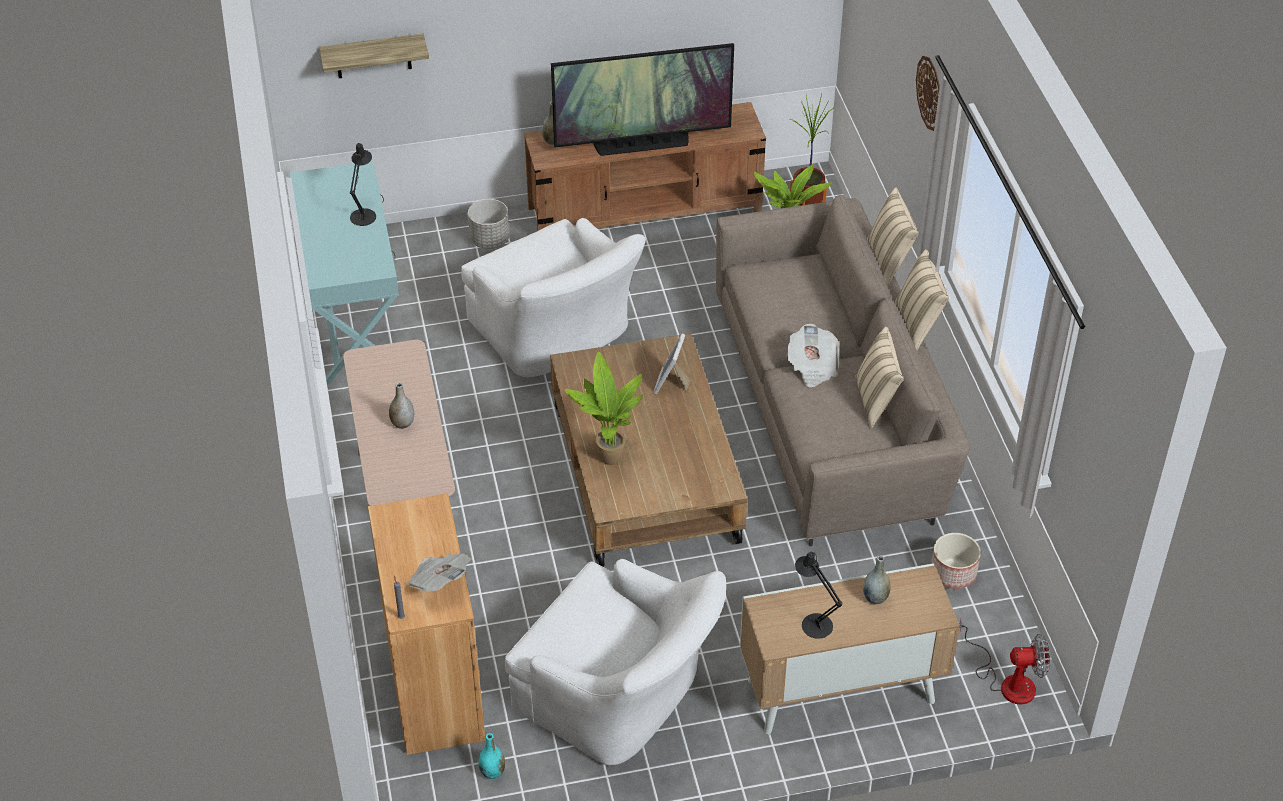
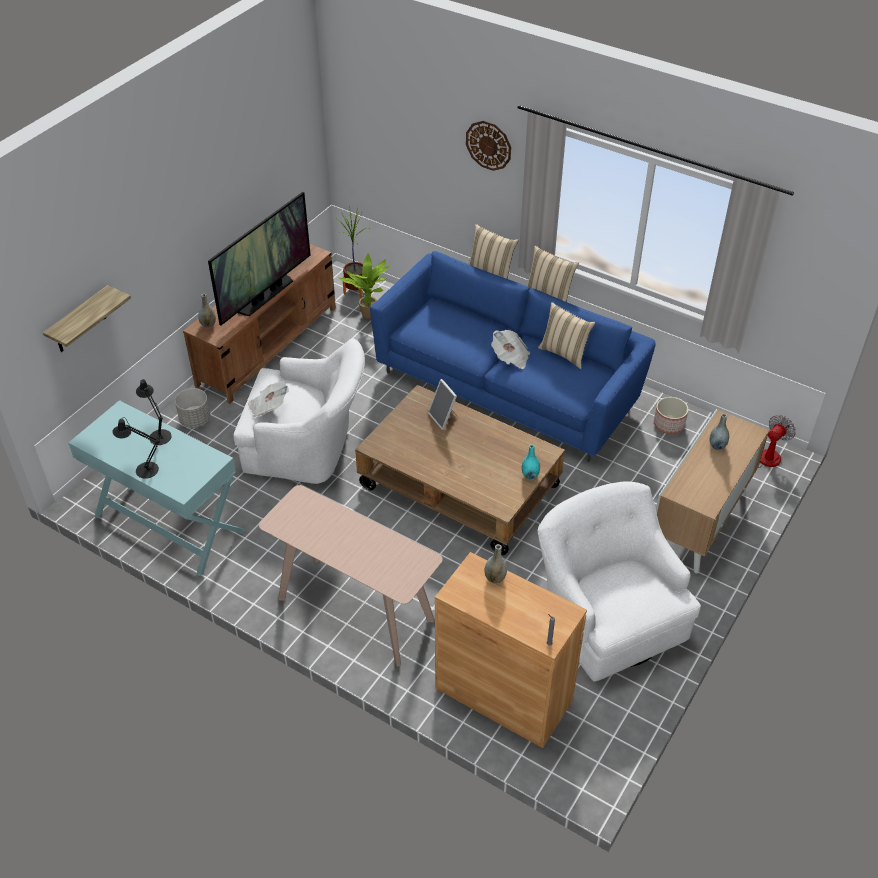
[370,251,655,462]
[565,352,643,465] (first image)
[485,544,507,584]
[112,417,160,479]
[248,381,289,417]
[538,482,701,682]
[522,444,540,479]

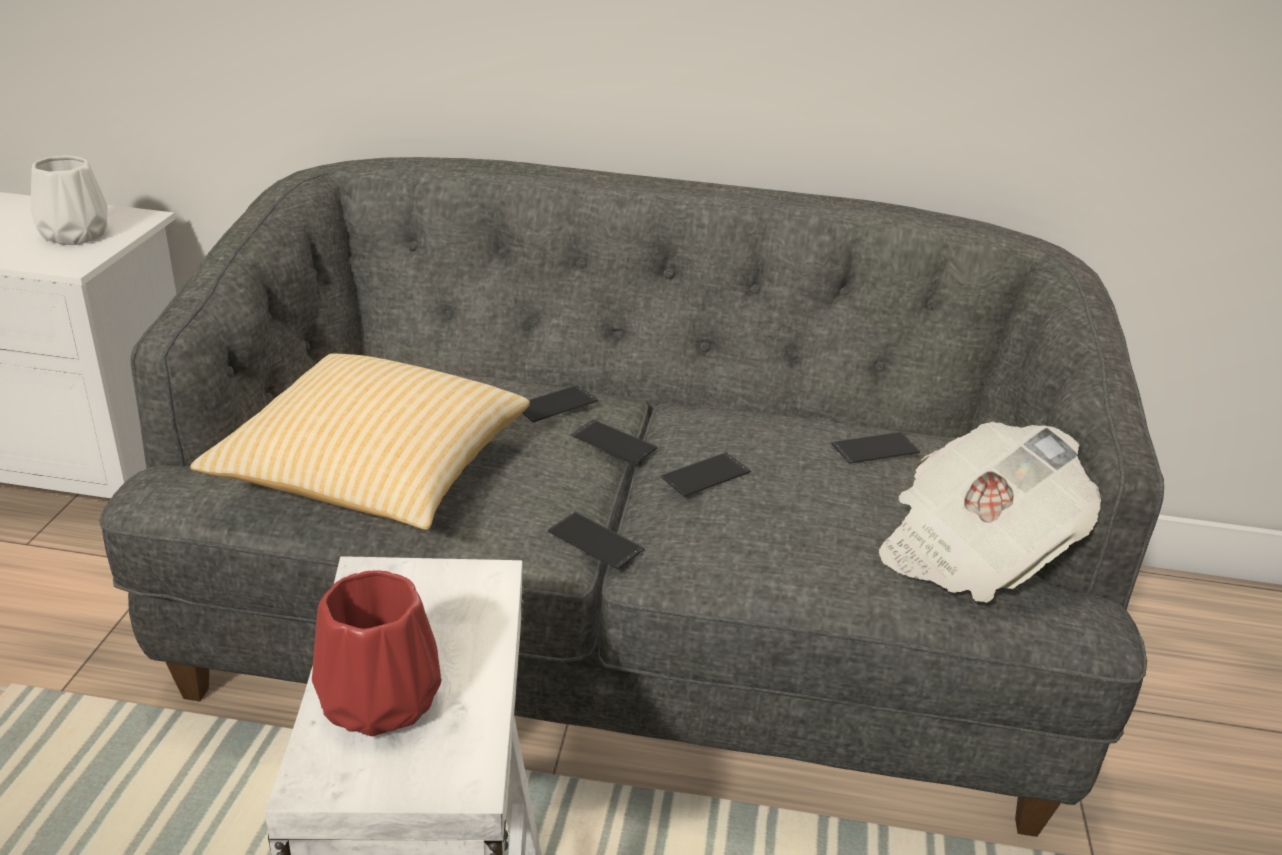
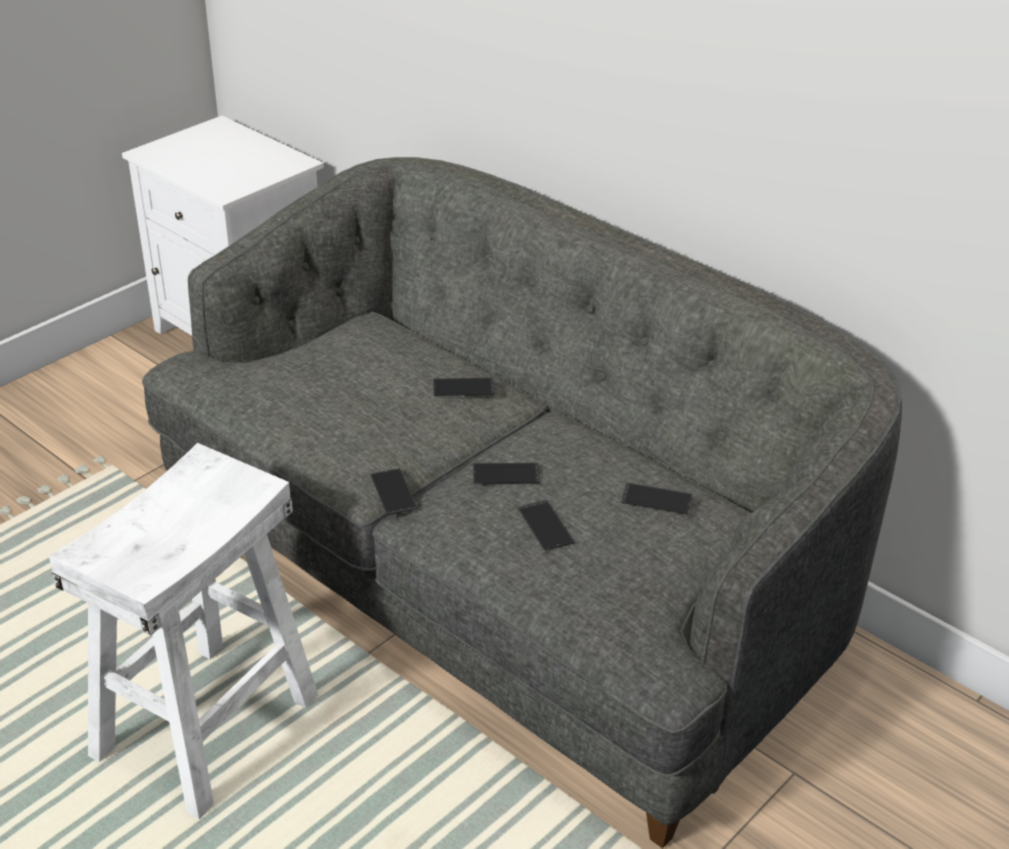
[31,156,108,245] (first image)
[190,353,530,530] (first image)
[518,500,575,551]
[879,422,1101,603] (first image)
[312,570,441,736] (first image)

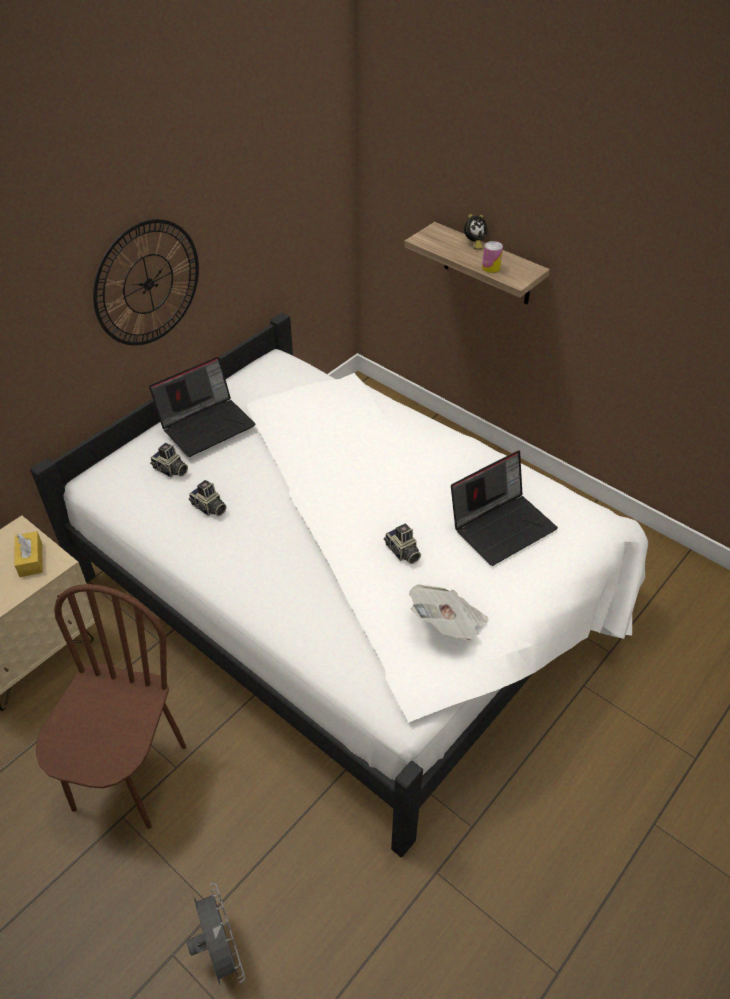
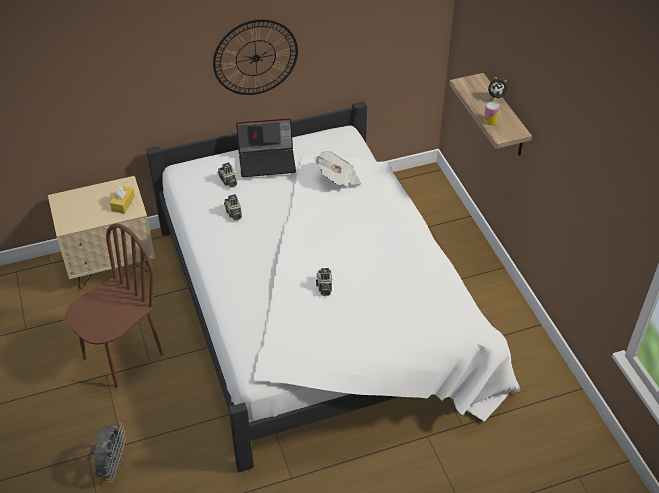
[451,451,558,566] (first image)
[314,151,361,186]

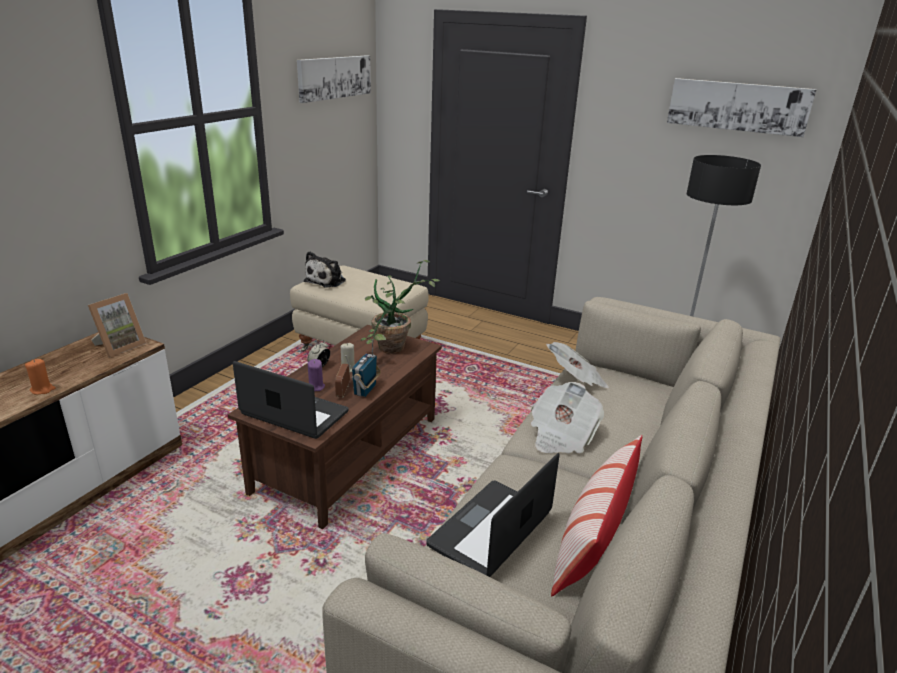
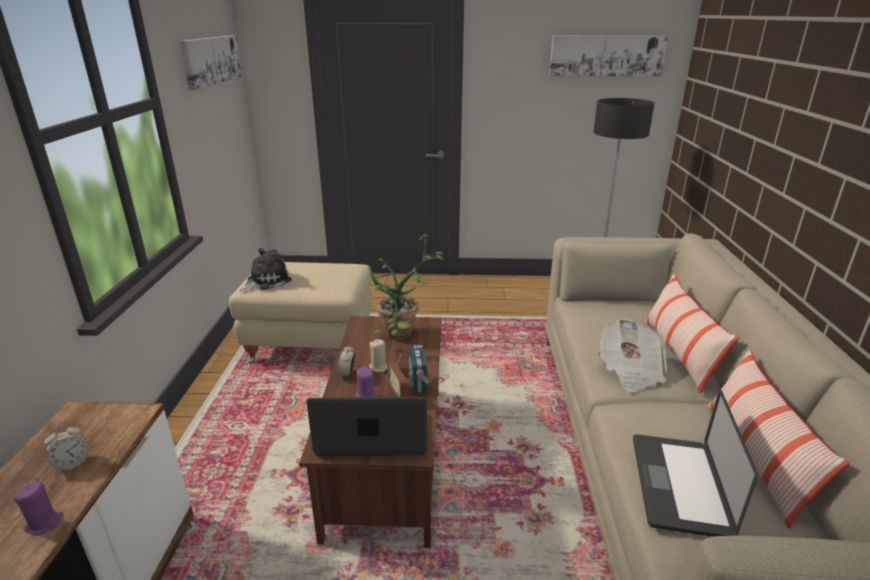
[240,248,292,292]
[88,293,146,357] (first image)
[546,342,610,388] (first image)
[14,482,63,535]
[645,274,739,393]
[44,424,88,472]

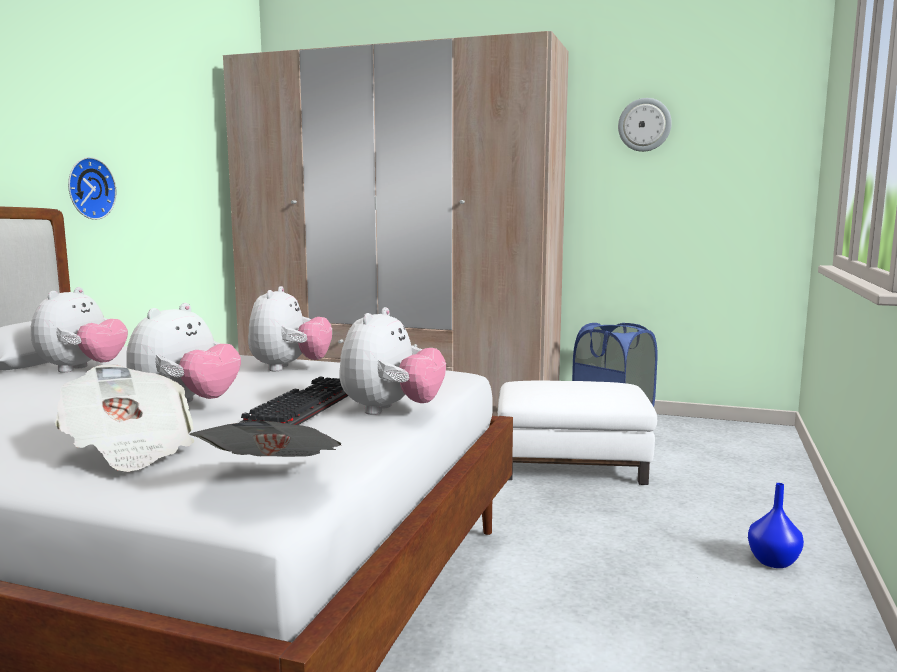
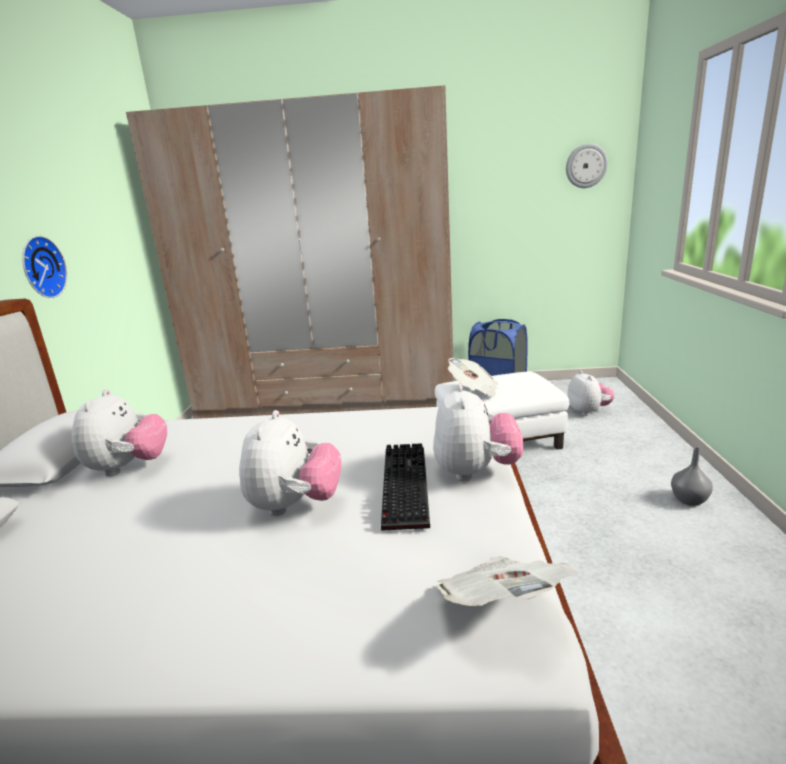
[566,143,608,188]
[567,370,614,416]
[448,358,498,396]
[671,447,713,506]

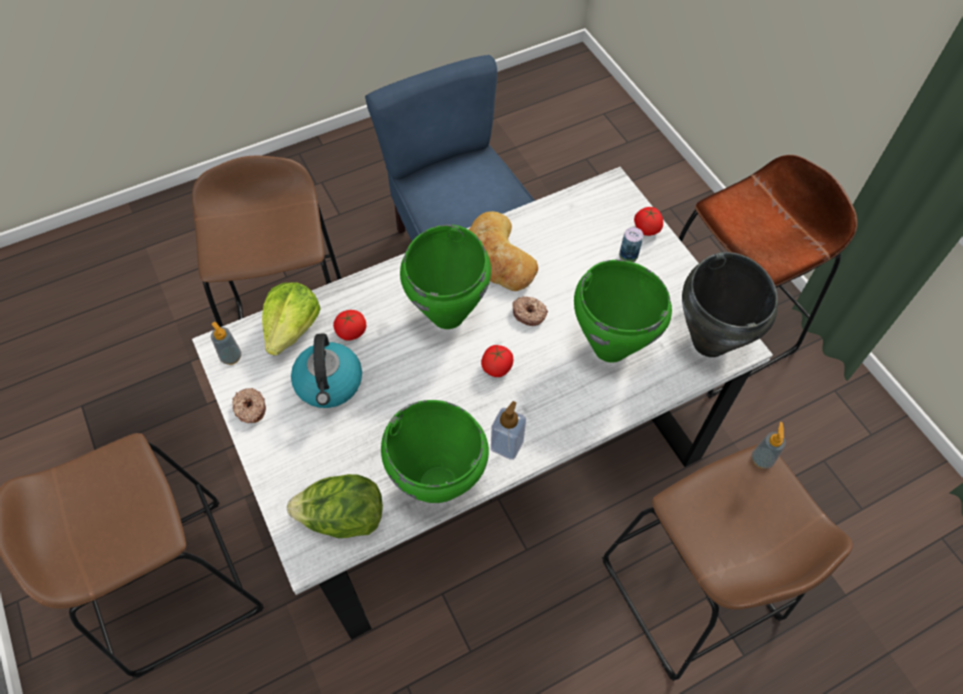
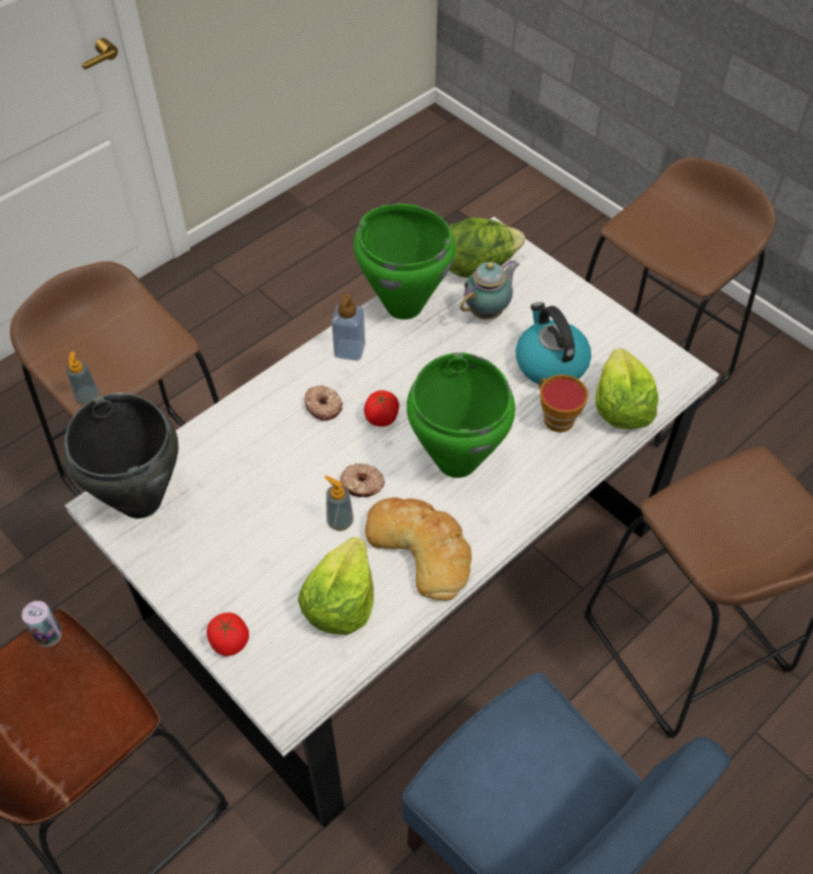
[22,601,62,647]
[574,260,672,363] (first image)
[539,374,588,432]
[324,475,354,531]
[305,385,343,421]
[460,259,519,320]
[298,537,374,635]

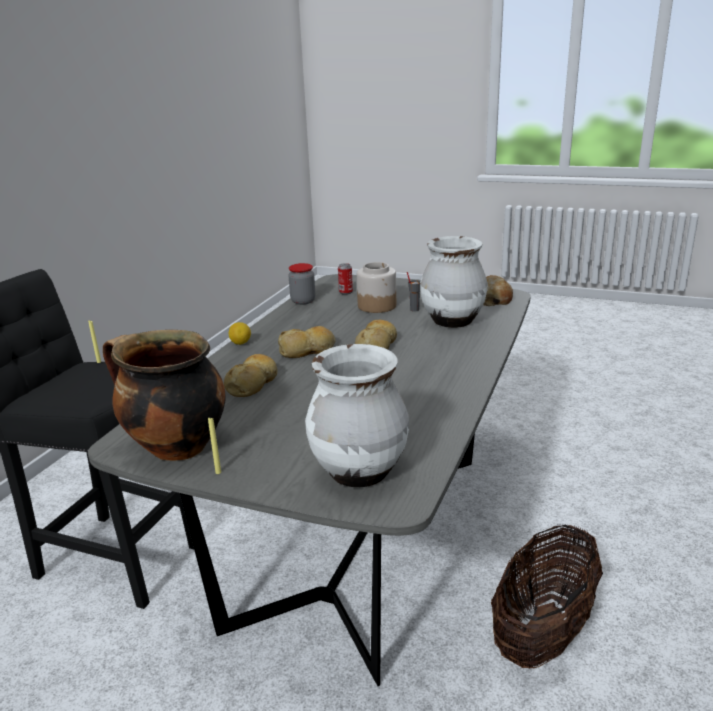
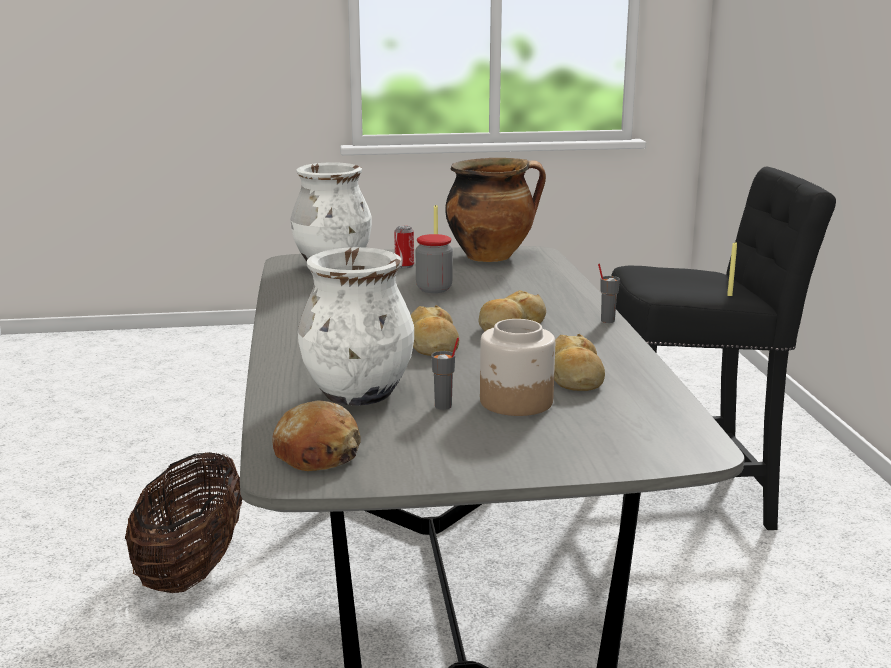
[416,234,453,293]
[394,226,414,268]
[598,264,620,323]
[554,334,605,391]

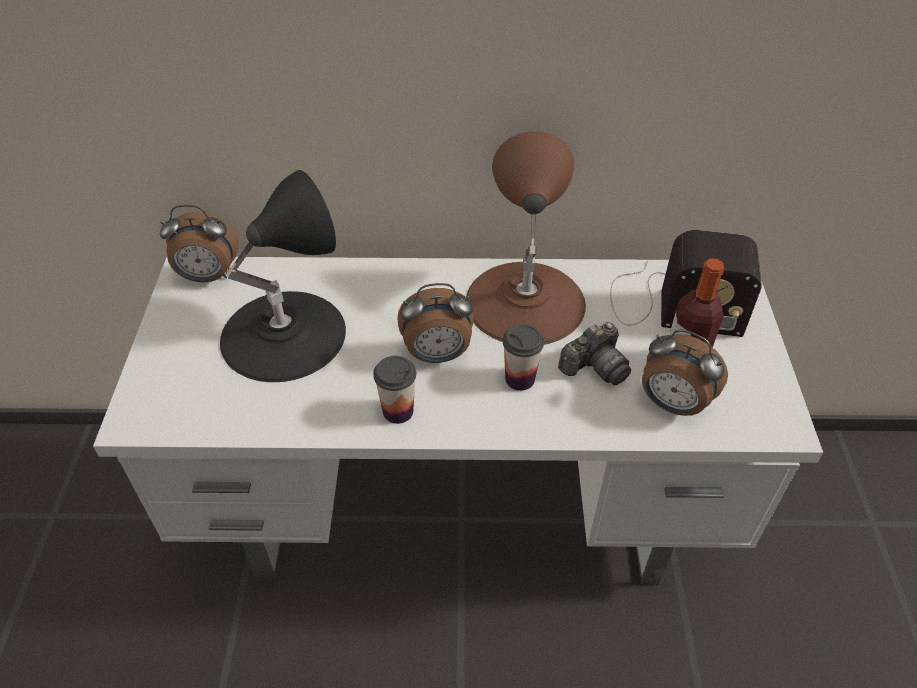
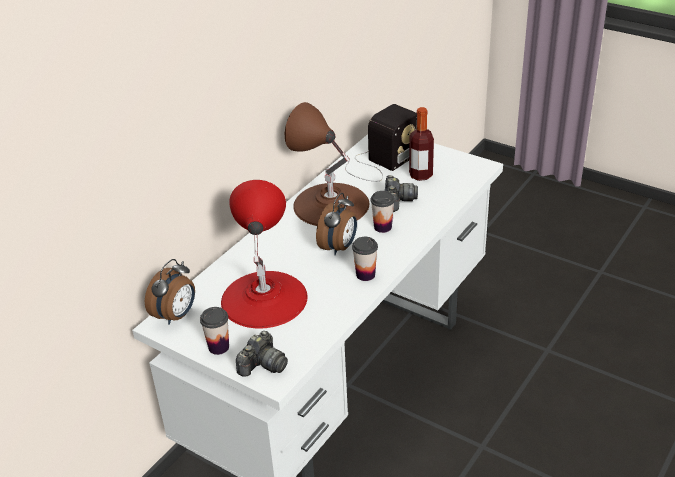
[221,180,308,329]
[642,330,728,416] (first image)
[200,307,229,355]
[236,331,288,377]

